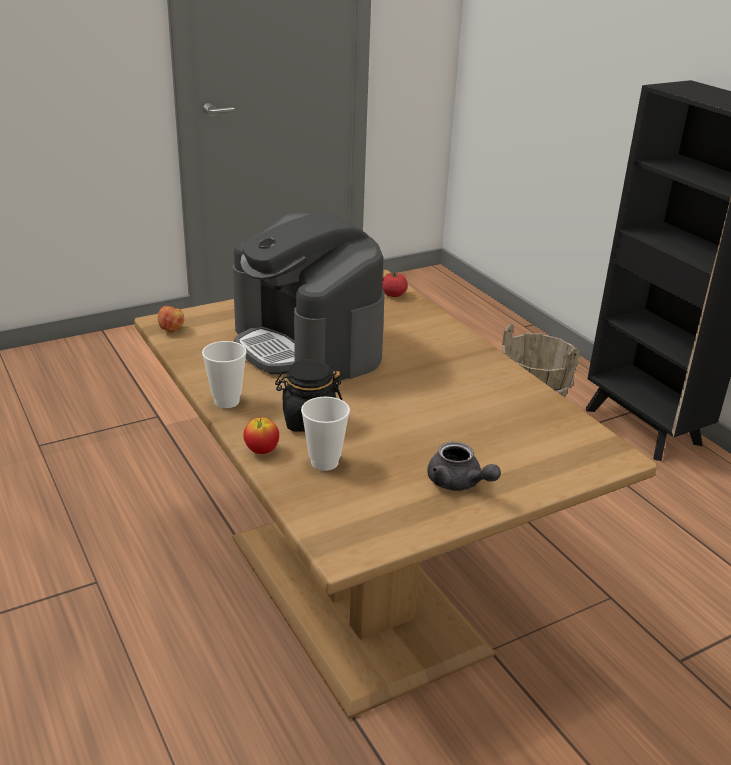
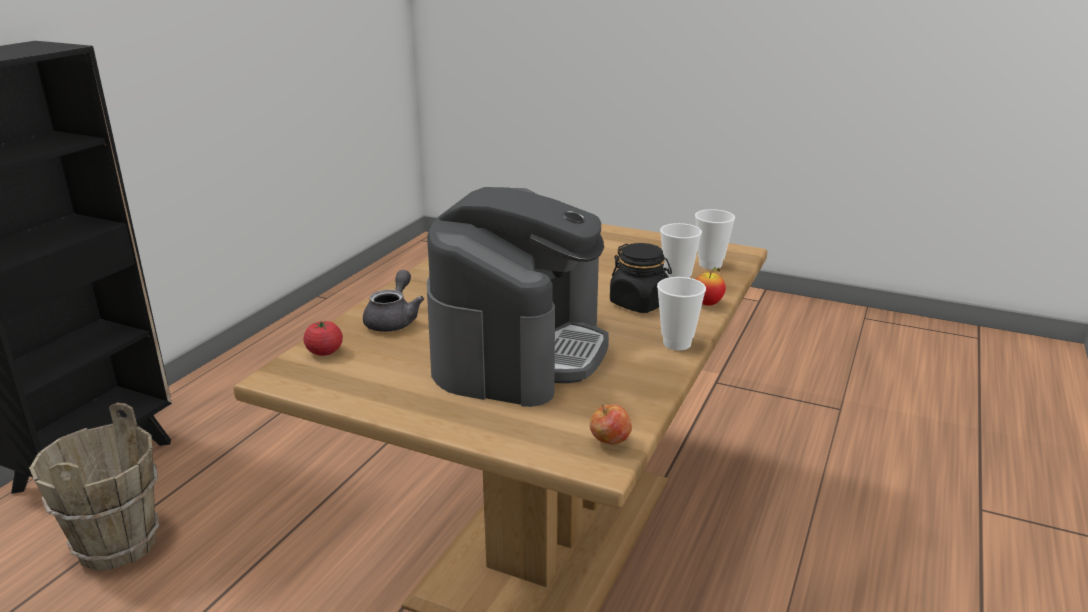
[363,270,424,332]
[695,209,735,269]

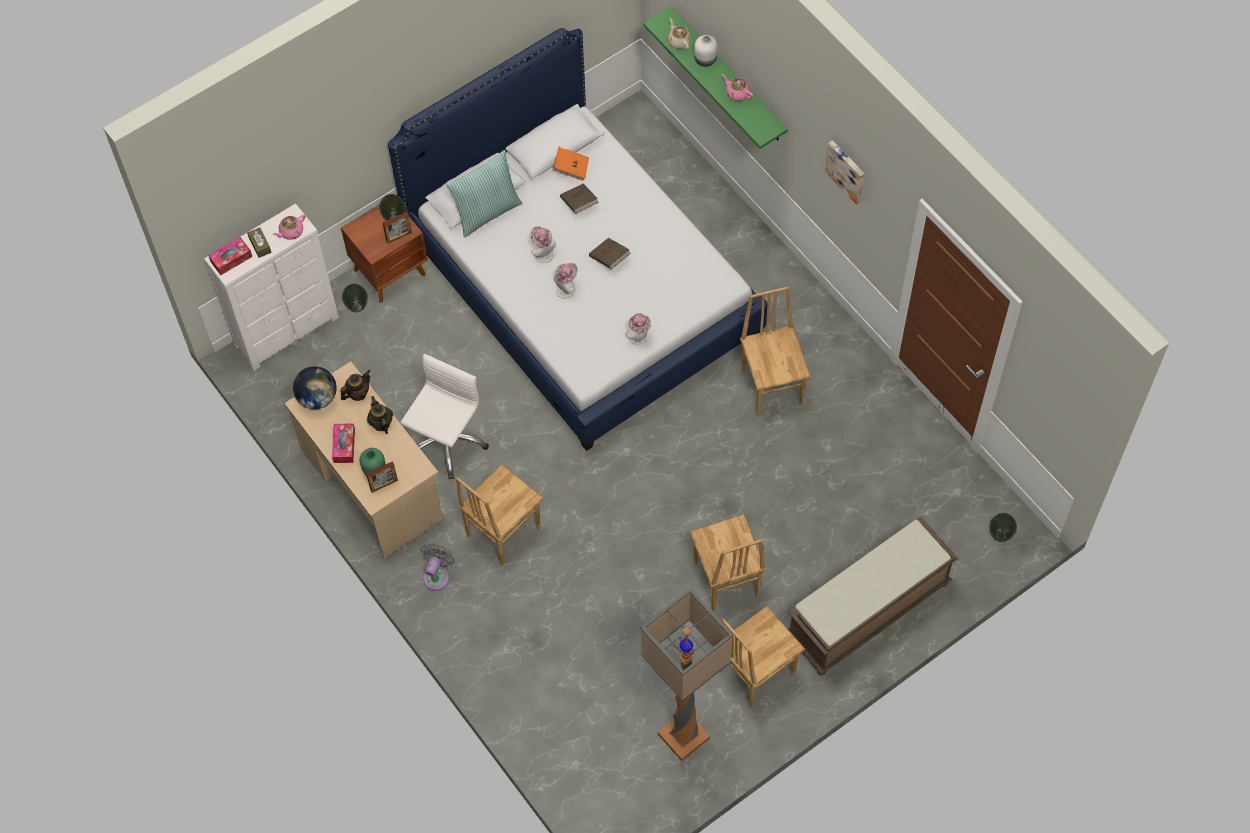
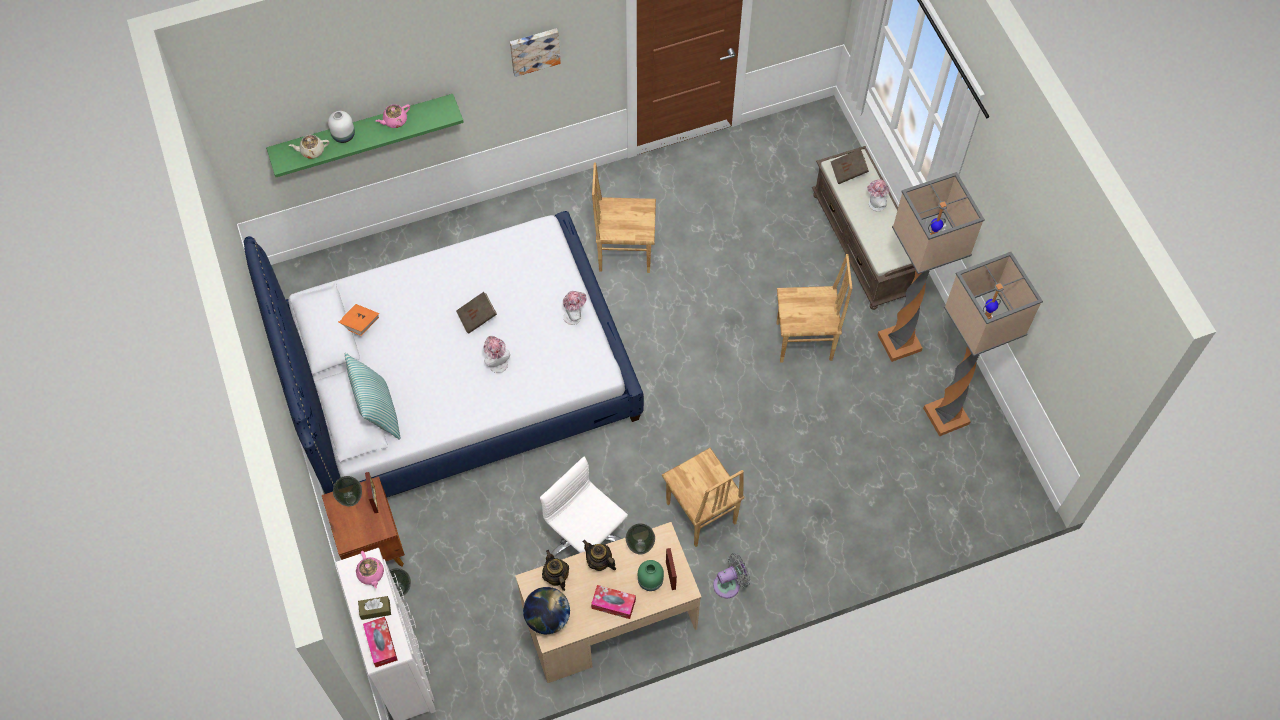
[831,149,869,184]
[867,179,889,211]
[583,540,616,571]
[626,523,655,554]
[713,553,750,598]
[877,172,985,362]

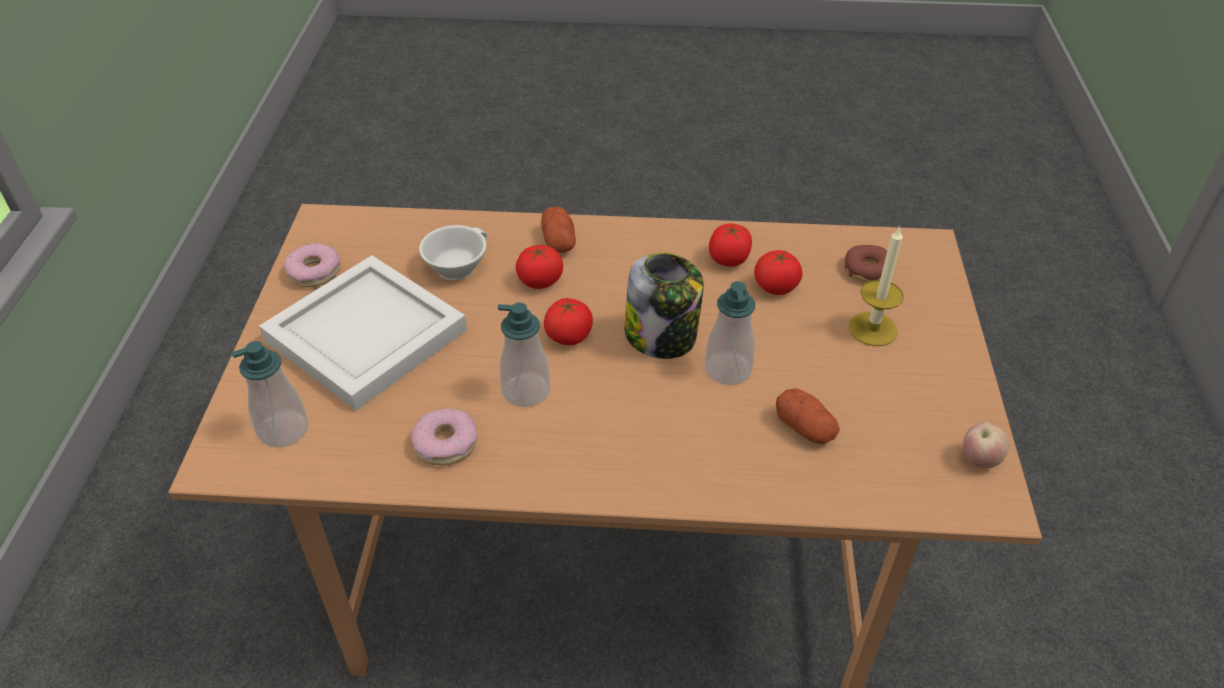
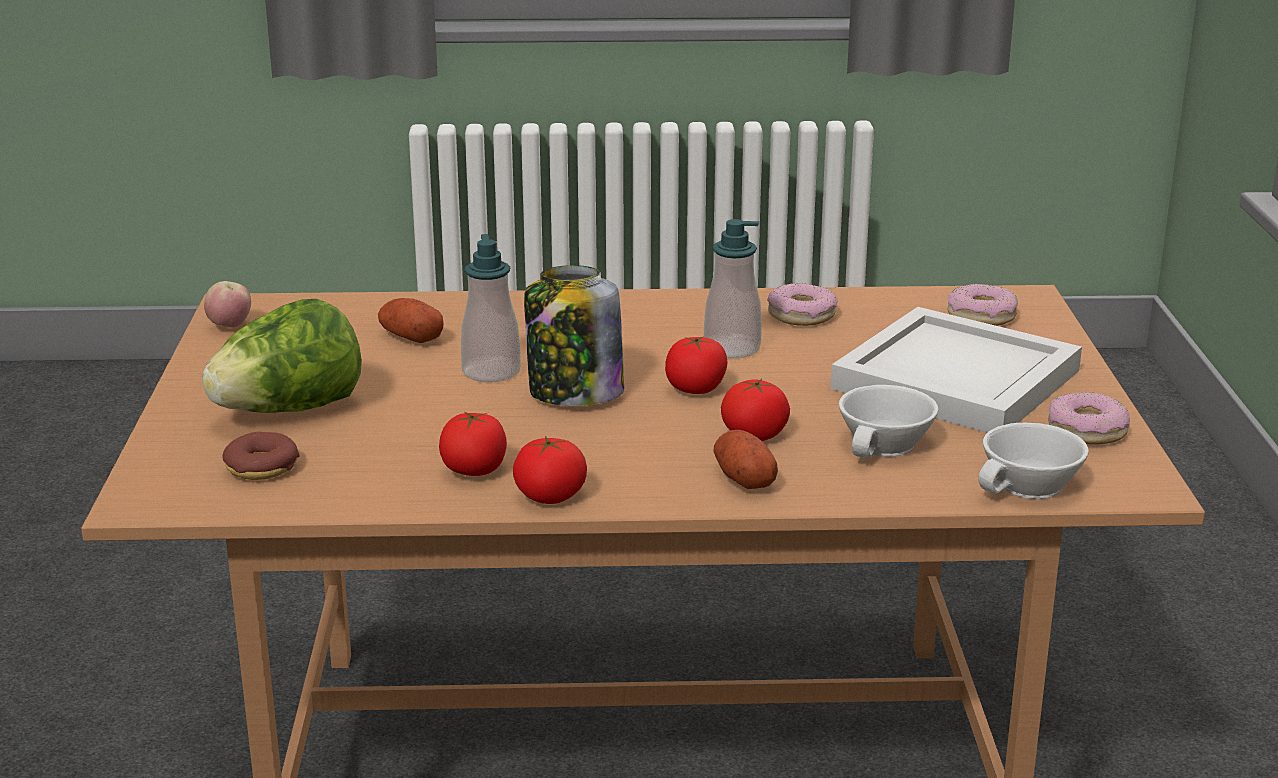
[202,299,362,413]
[513,436,587,504]
[947,284,1018,326]
[978,423,1089,499]

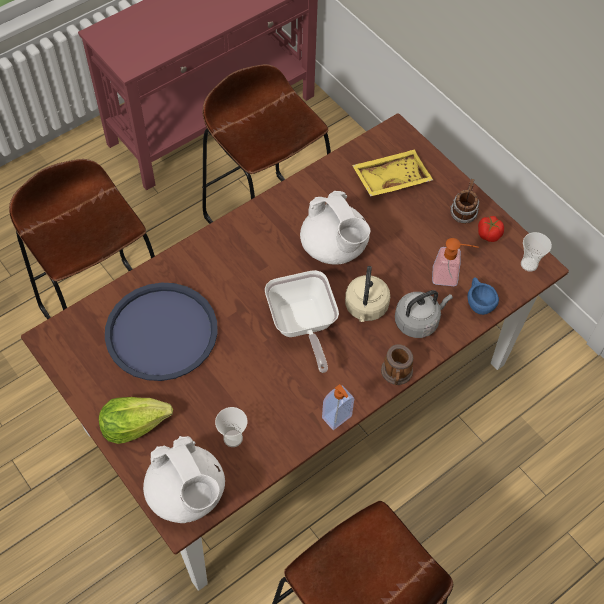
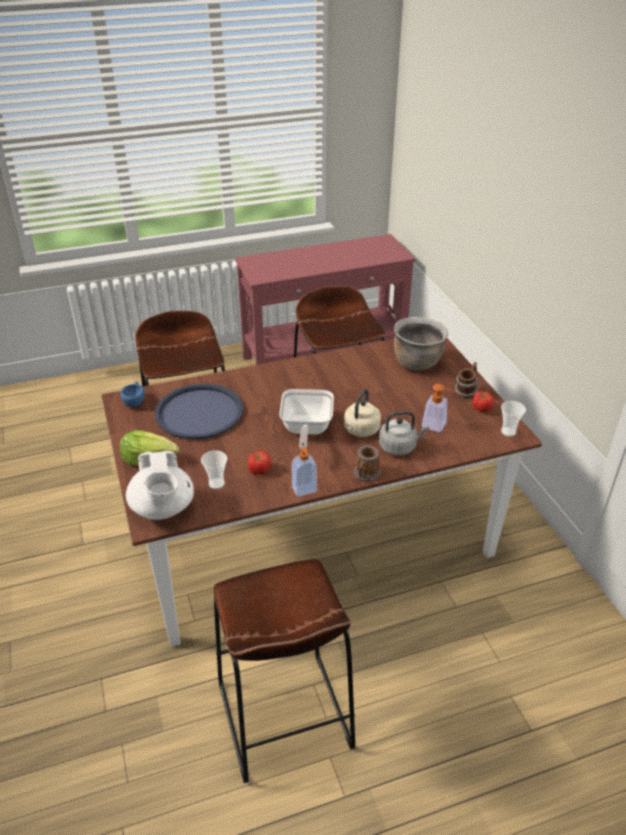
[394,317,448,371]
[300,191,370,265] (first image)
[120,381,145,407]
[248,451,271,475]

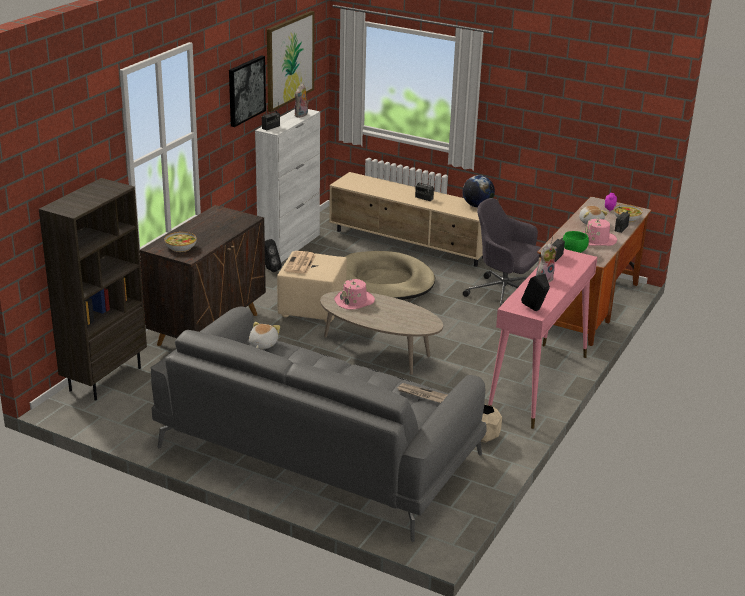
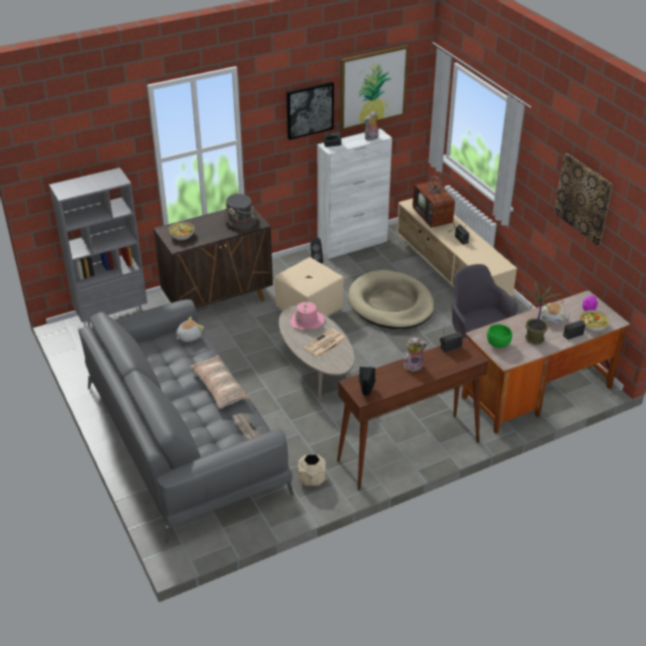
[463,175,495,207] (first image)
[49,168,147,326]
[520,283,562,345]
[337,337,489,490]
[303,329,347,358]
[554,153,613,245]
[413,173,455,232]
[223,194,257,230]
[190,355,250,409]

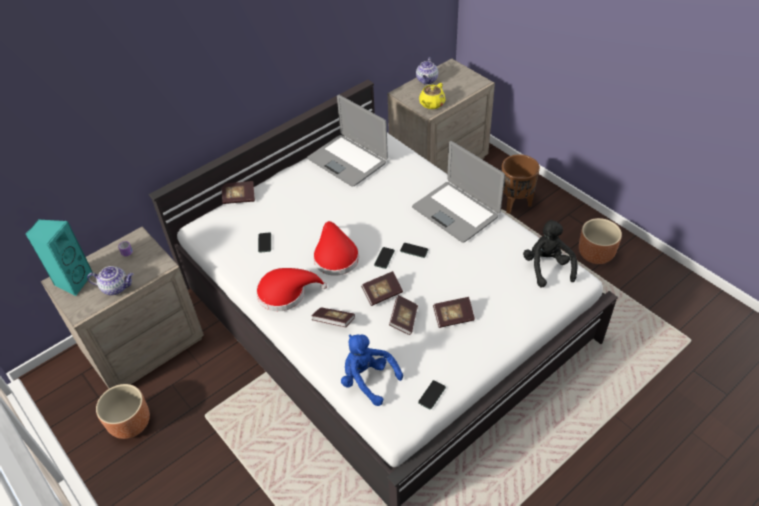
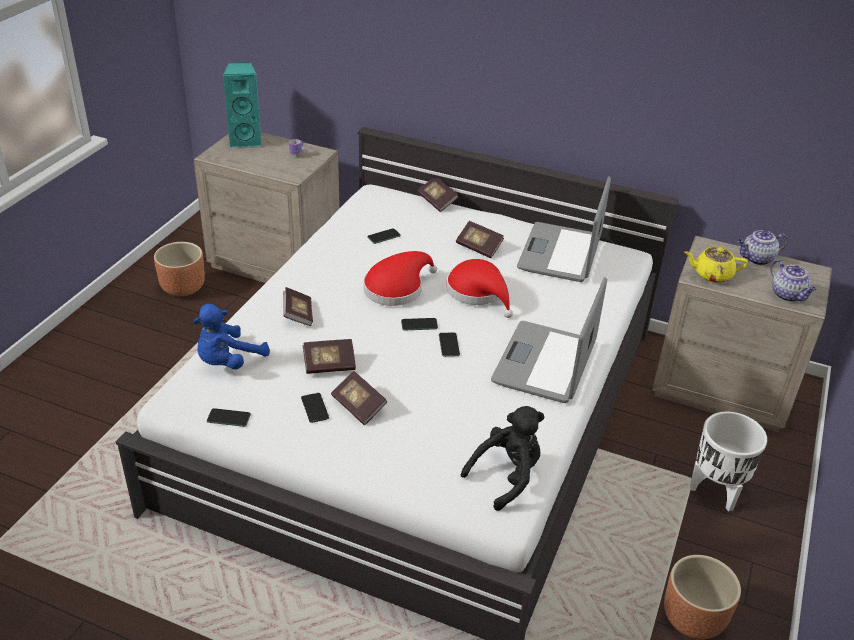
[690,412,767,512]
[771,259,817,302]
[446,259,513,318]
[456,221,504,258]
[194,304,270,369]
[301,393,329,423]

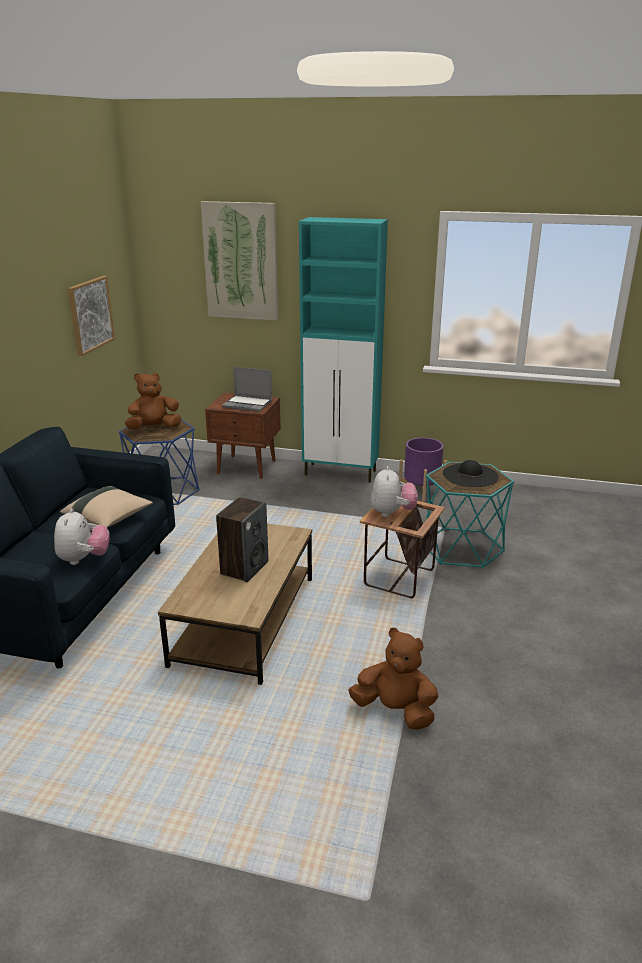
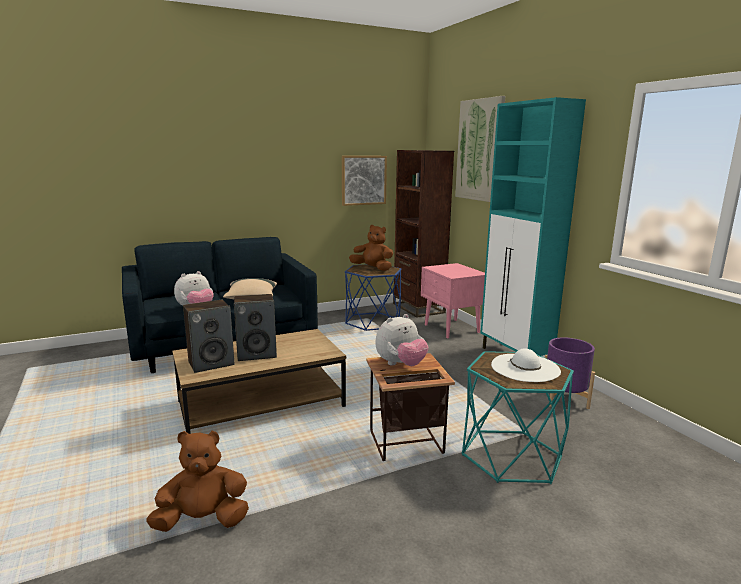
[222,367,272,412] (first image)
[421,263,485,338]
[491,348,561,382]
[146,431,249,532]
[393,150,454,318]
[183,300,234,373]

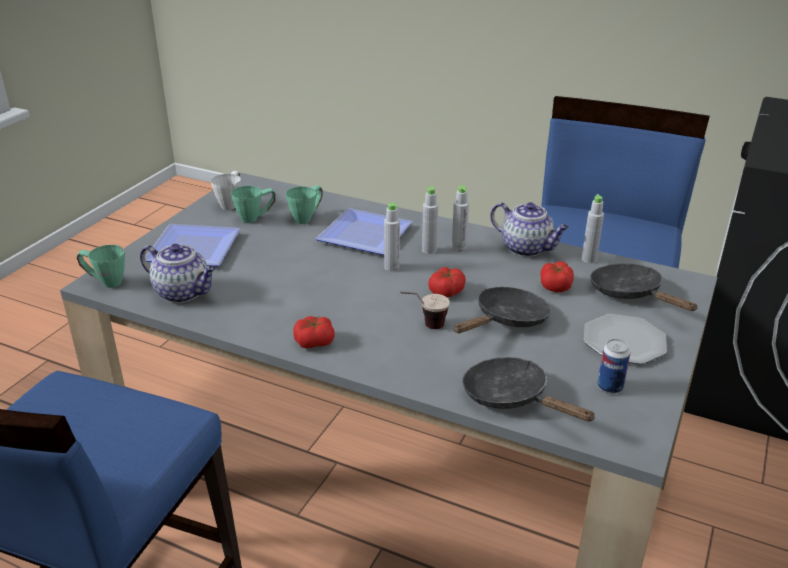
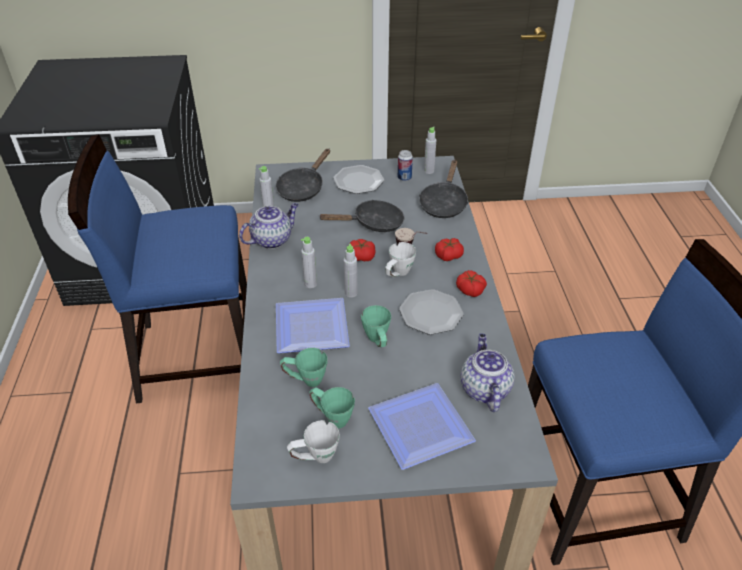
[424,127,436,174]
[239,203,298,249]
[361,305,391,347]
[435,238,464,261]
[318,200,404,232]
[385,242,416,277]
[399,289,464,335]

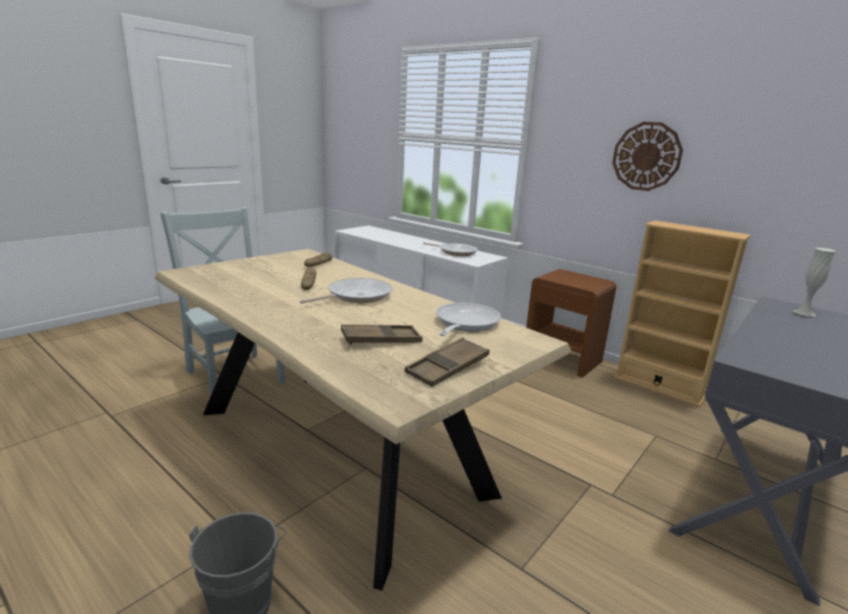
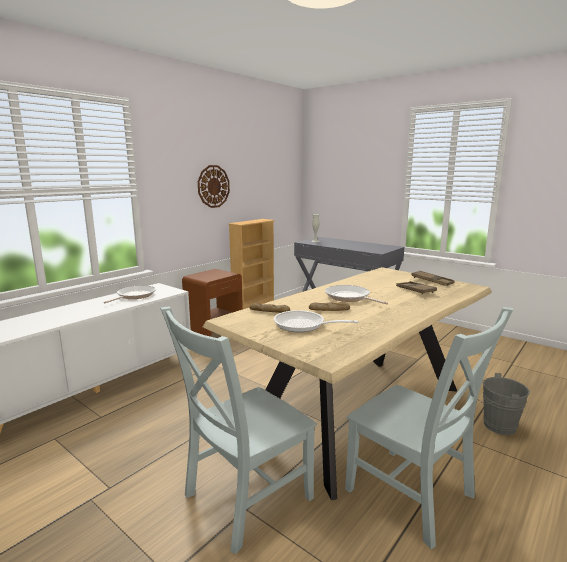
[274,310,359,332]
[345,307,513,549]

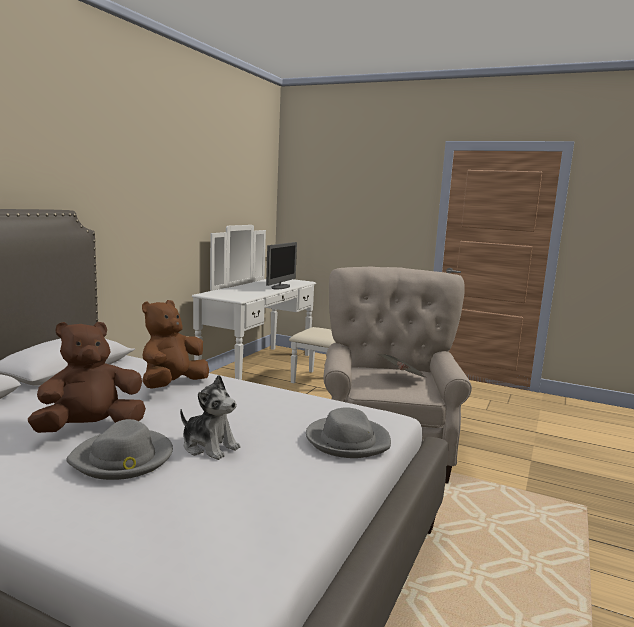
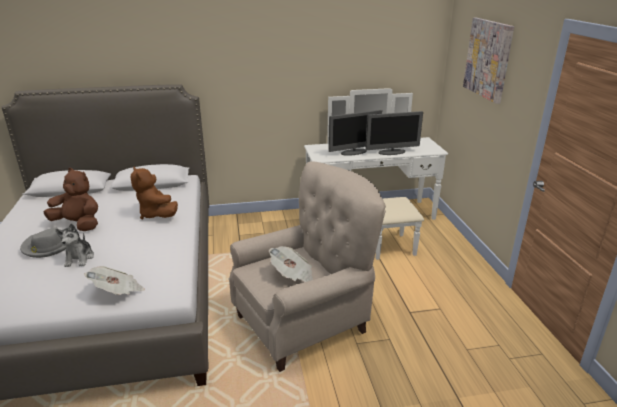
[131,166,178,219]
[84,266,145,295]
[463,18,514,104]
[328,110,382,156]

